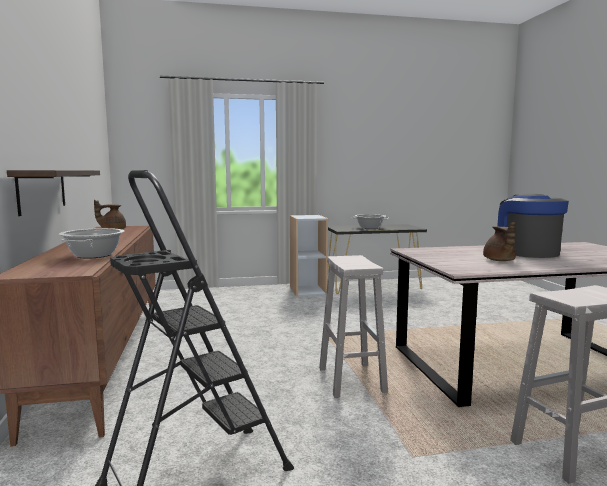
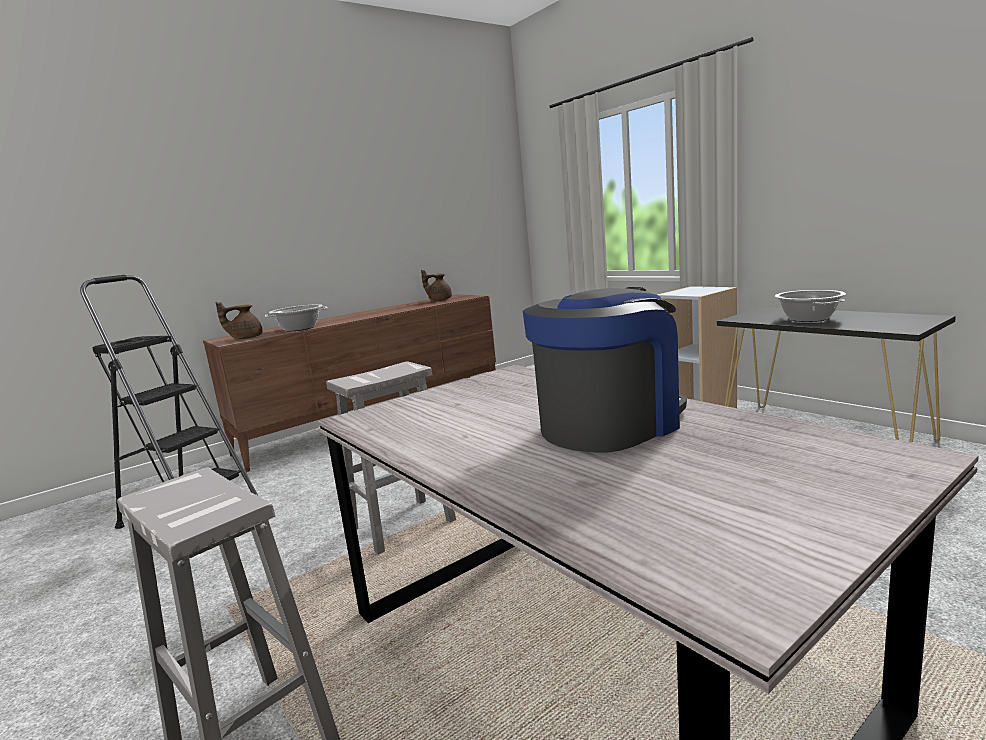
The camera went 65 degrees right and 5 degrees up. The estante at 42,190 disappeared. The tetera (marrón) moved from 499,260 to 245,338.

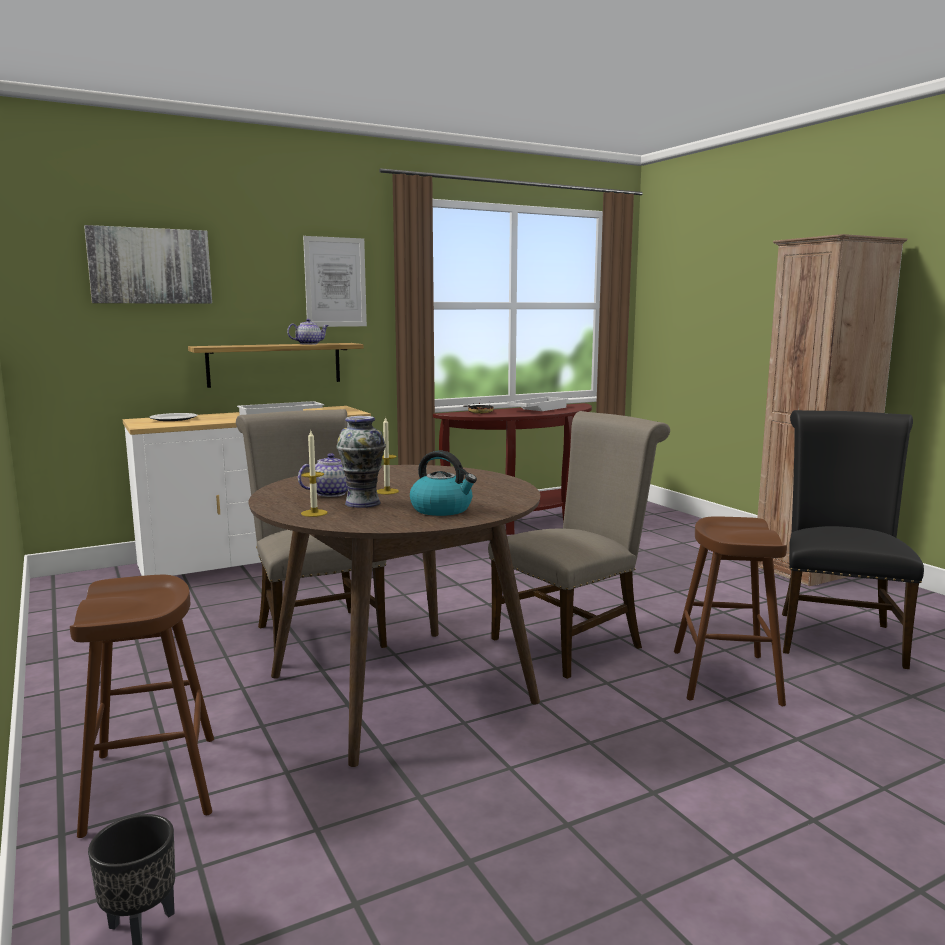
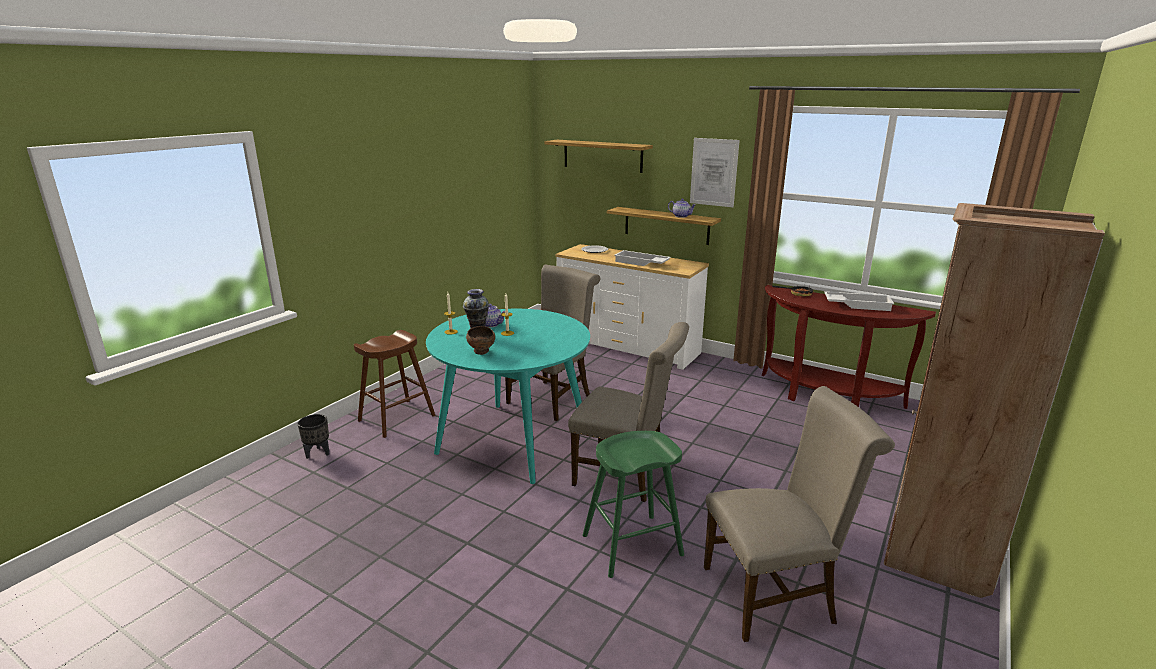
The camera went 60 degrees right and 10 degrees up. The cuadro at 150,266 was replaced by the estante at 602,156. The silla (negro) at 837,635 became the silla (beis) at 775,593. The hervidor at 442,509 was replaced by the cuenco (marrón) at 482,352. The mesa de comedor (marrón) at 400,689 became the mesa de comedor (turquesa) at 513,441. The taburete (marrón) at 725,677 became the taburete (verde) at 632,545.

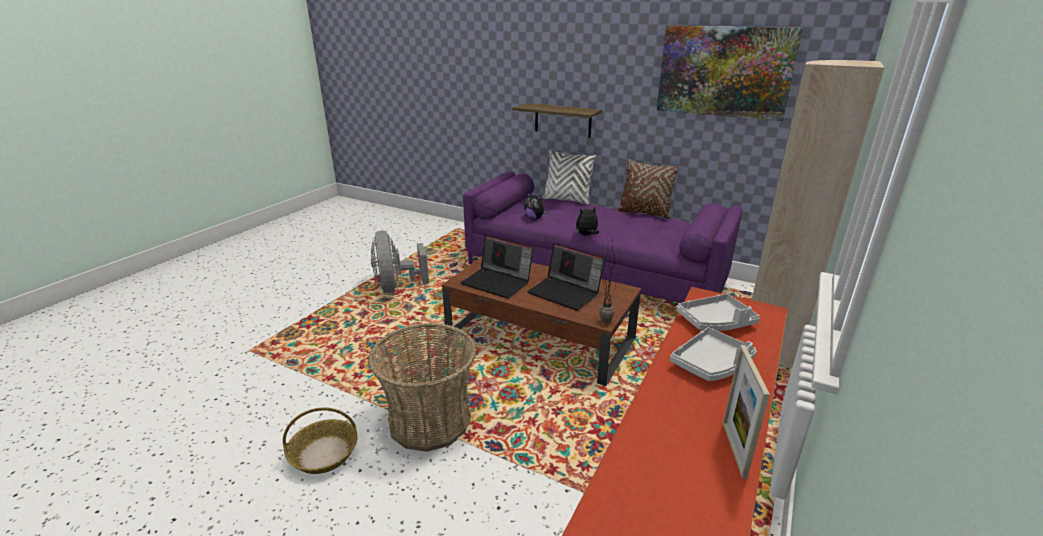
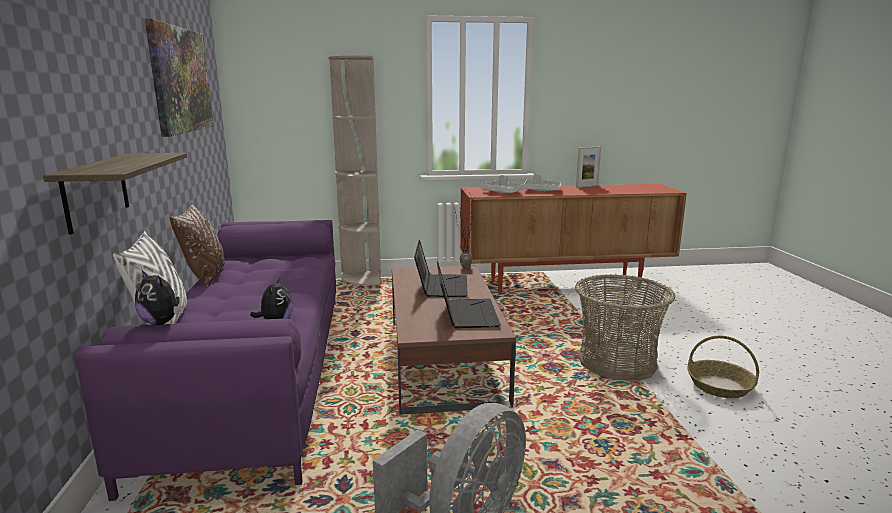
The camera went 125 degrees left and 10 degrees down. The peluche moved from 587,235 to 162,322.

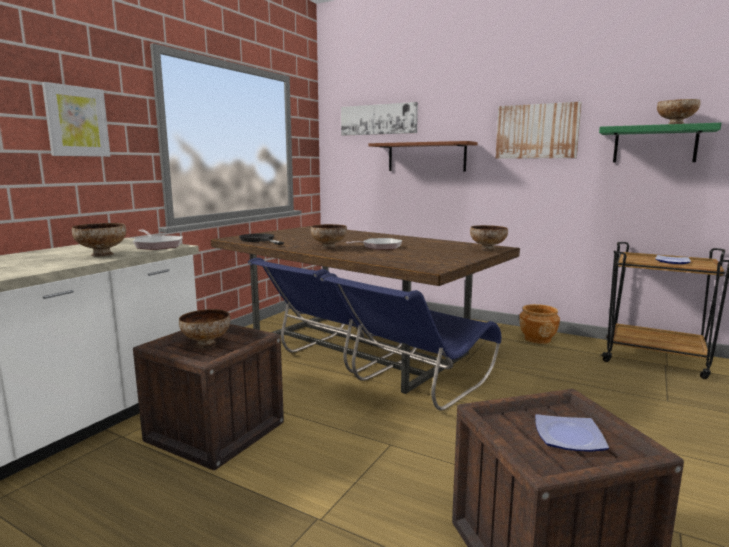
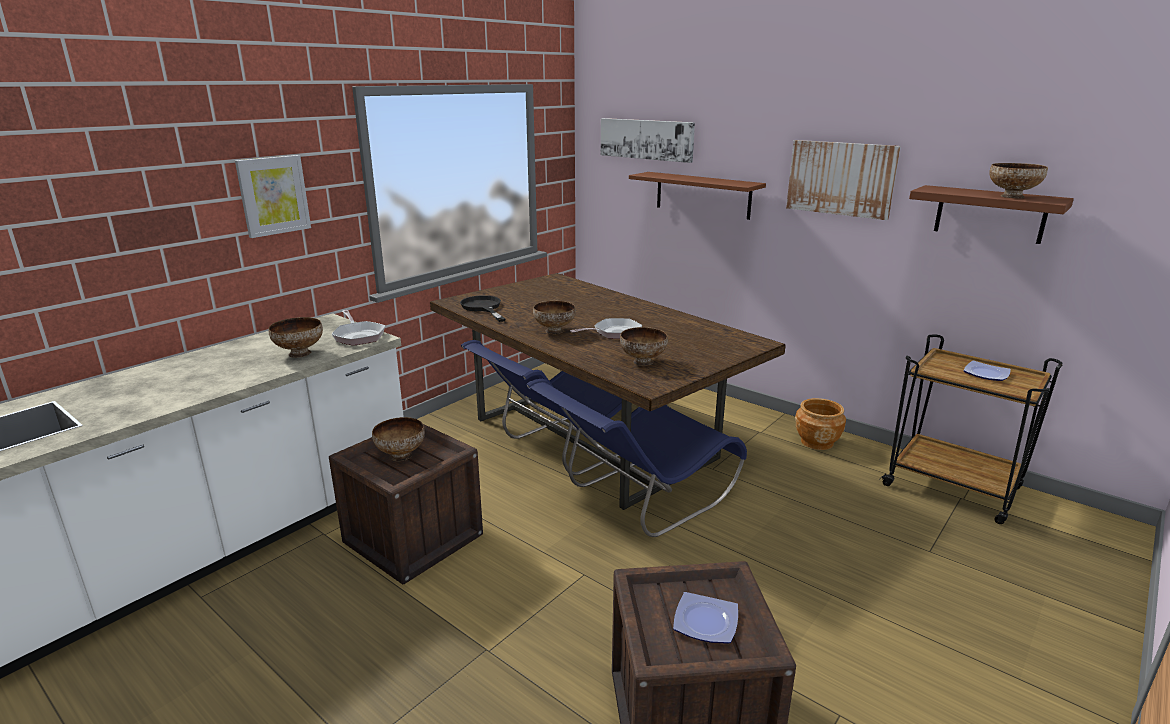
The camera went 10 degrees right and 10 degrees up. The estante (verde) at 655,144 became the estante (marrón) at 990,214. The cuenco moved from 487,249 to 642,362.

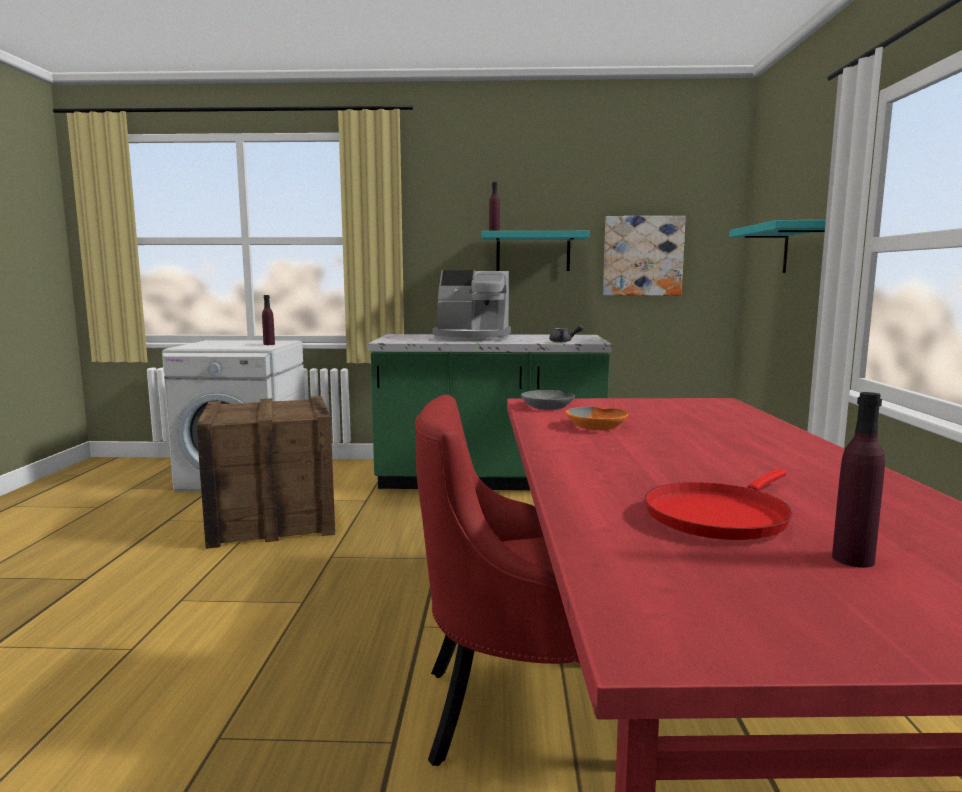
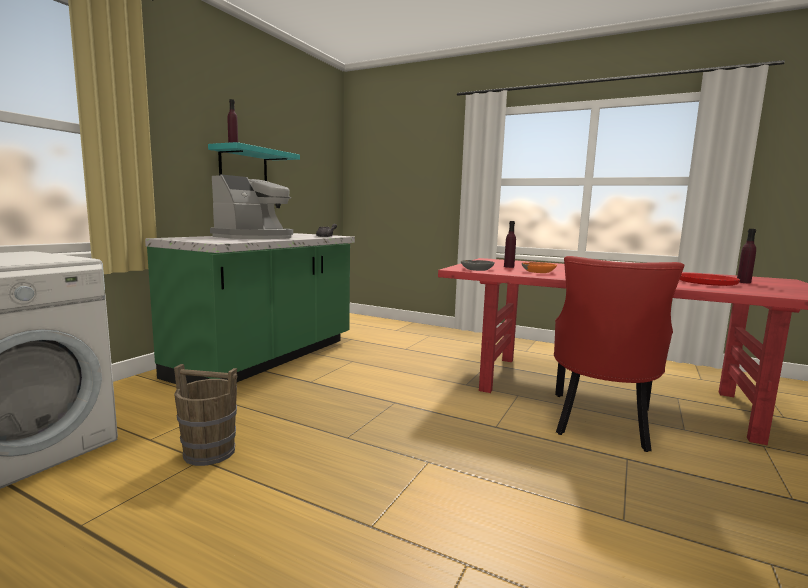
The camera went 65 degrees left and 0 degrees up. The cuadro at 643,256 disappeared. The estante (turquesa) at 805,249 disappeared. The botella (morado) moved from 269,344 to 509,267. The caja de embalaje at 272,520 was replaced by the cubo (marrón) at 209,452.

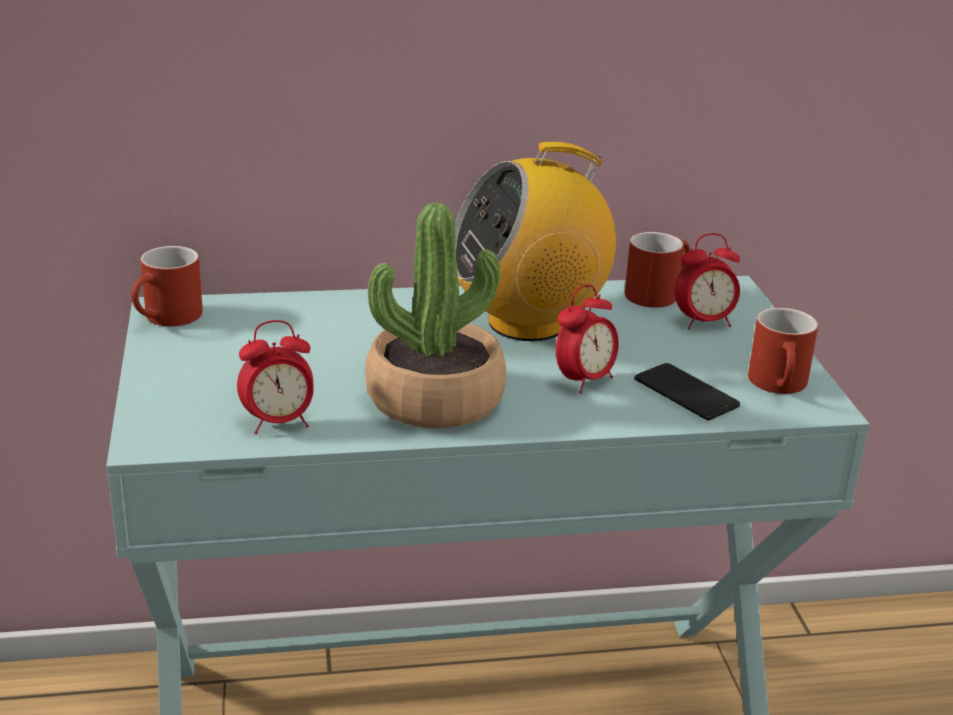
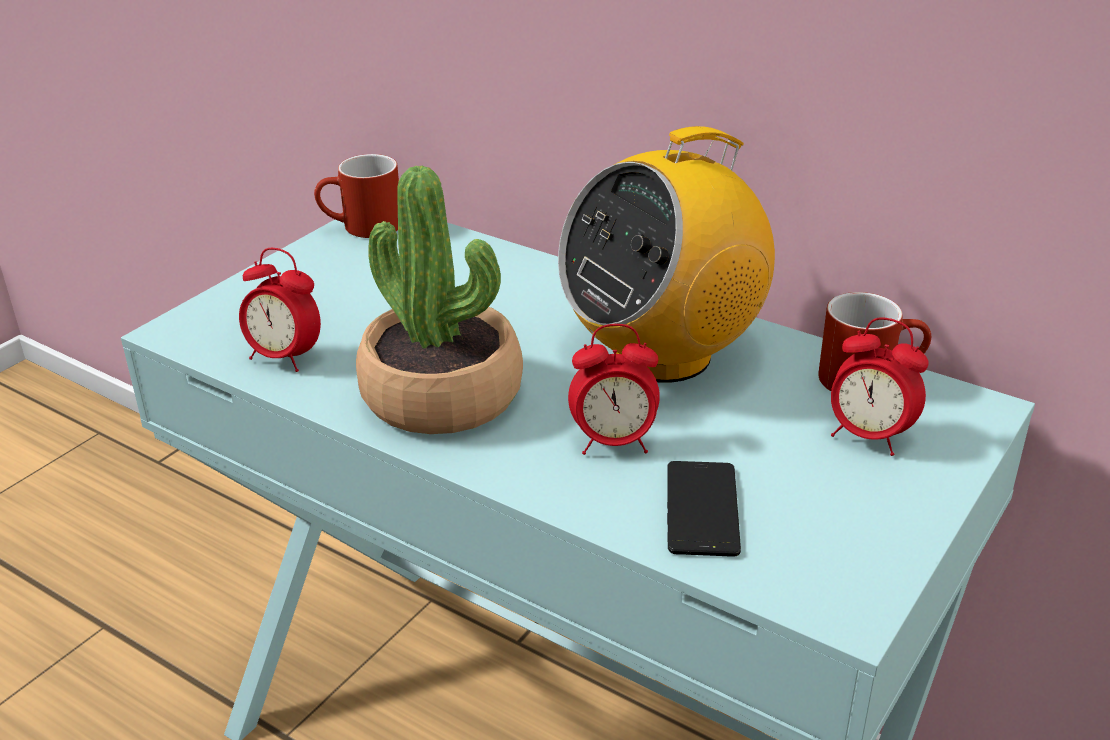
The camera went 45 degrees right and 5 degrees up. The radio at 528,323 turned 60 degrees counterclockwise. The taza grande (rojo) at 781,386 disappeared.

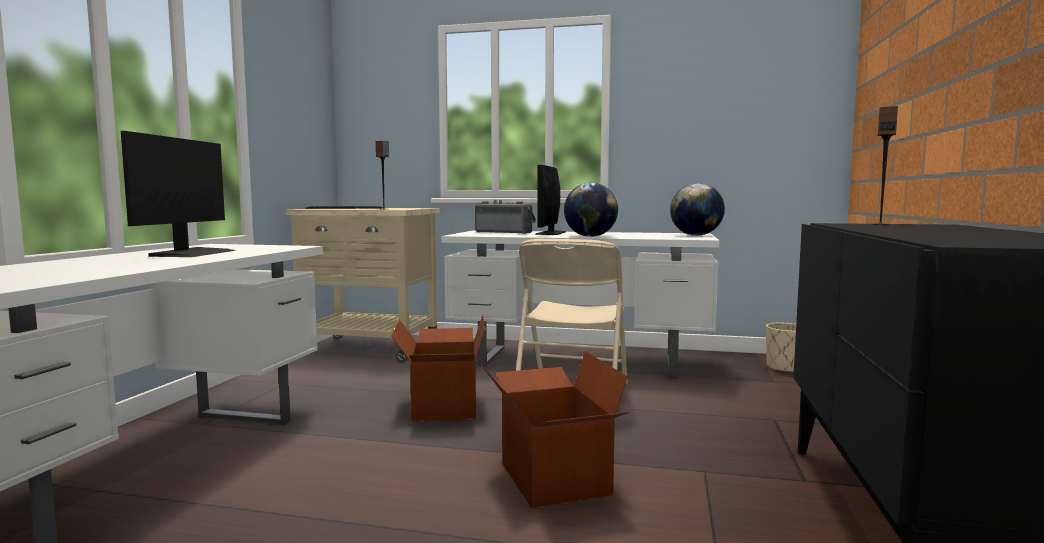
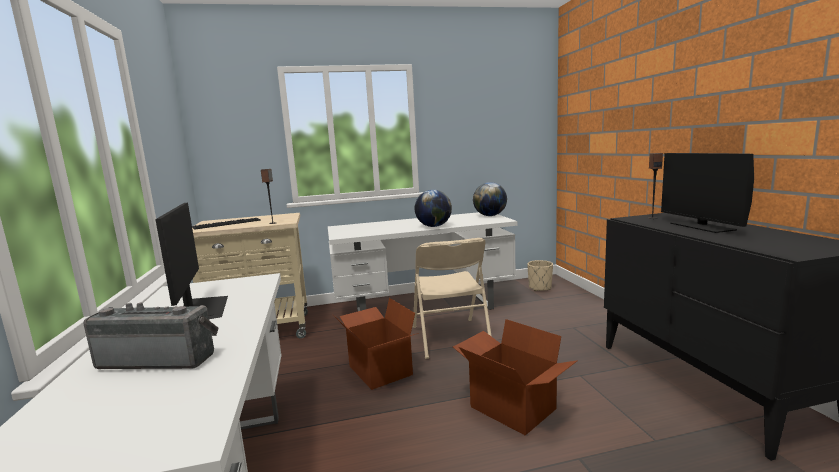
The camera went 25 degrees left and 5 degrees up. The monitor moved from 551,233 to 701,226. The radio moved from 505,232 to 160,358.

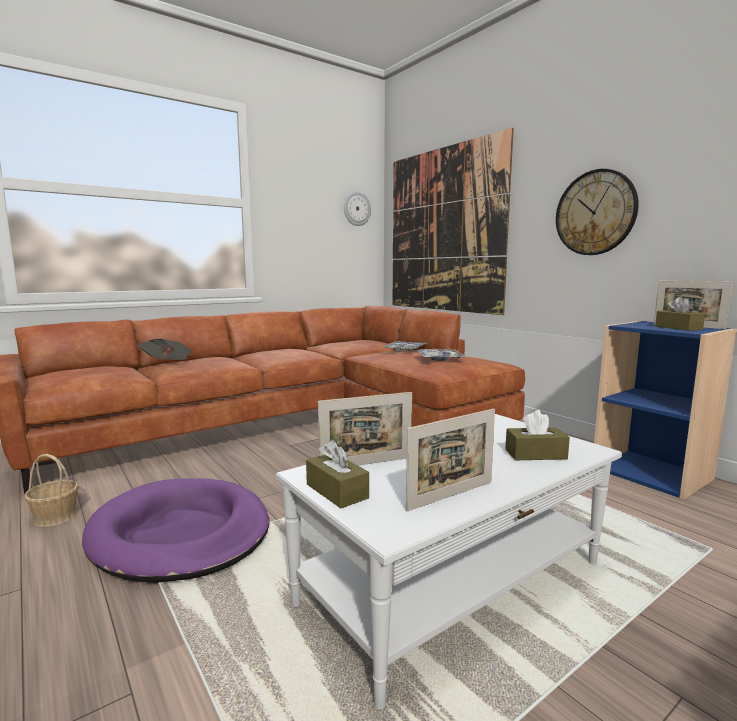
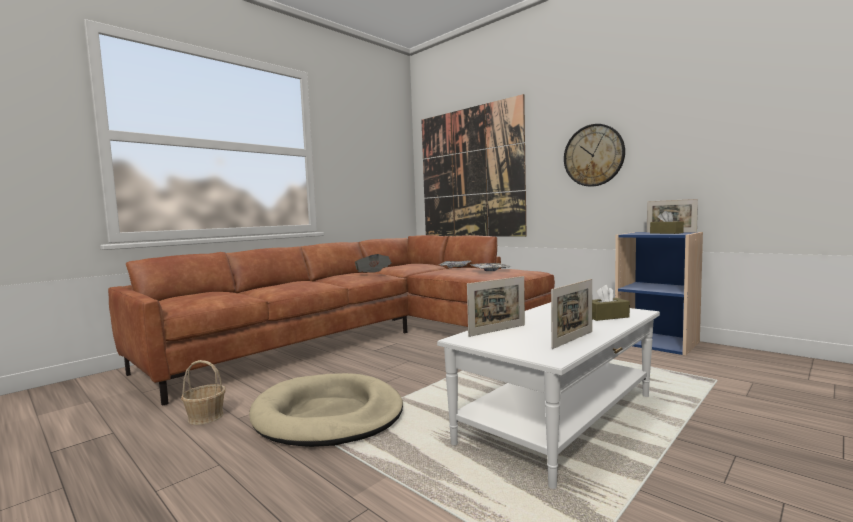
The camera went 10 degrees left and 5 degrees down. The reloj de pared at 356,209 disappeared. The periódico moved from 168,364 to 373,274. The caja de pañuelos (marrón) at 337,491 disappeared. The cama para perro (morado) at 181,534 became the cama para perro (beis) at 328,415.

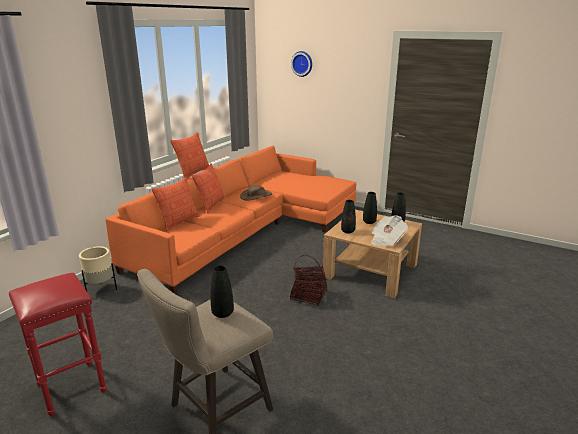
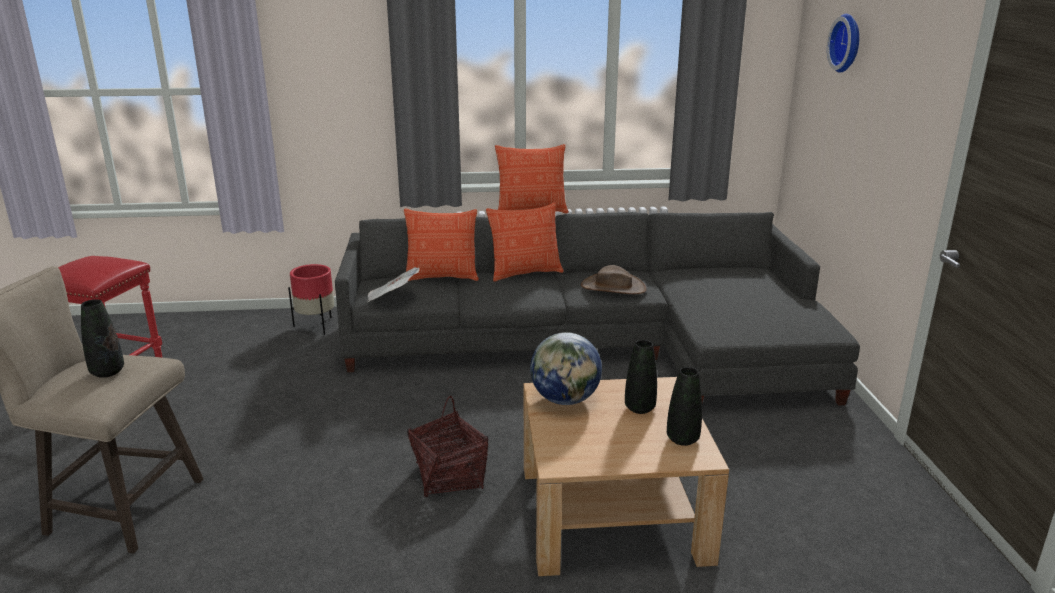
The camera went 55 degrees right and 0 degrees up. The sofá (naranja) at 249,228 became the sofá (gris) at 601,344. The florero (negro) at 348,231 was replaced by the globo terráqueo at 565,400. The periódico moved from 386,240 to 392,298. The maceta (beis) at 101,289 became the maceta (rojo) at 316,326.

